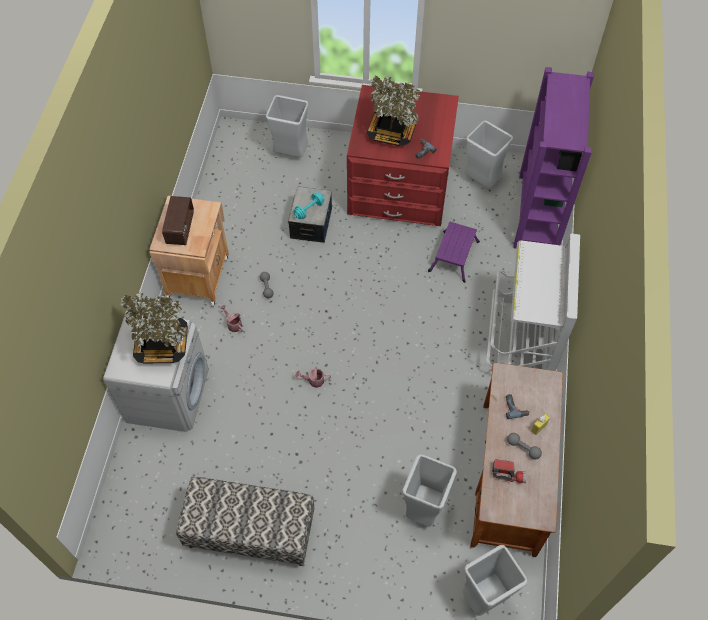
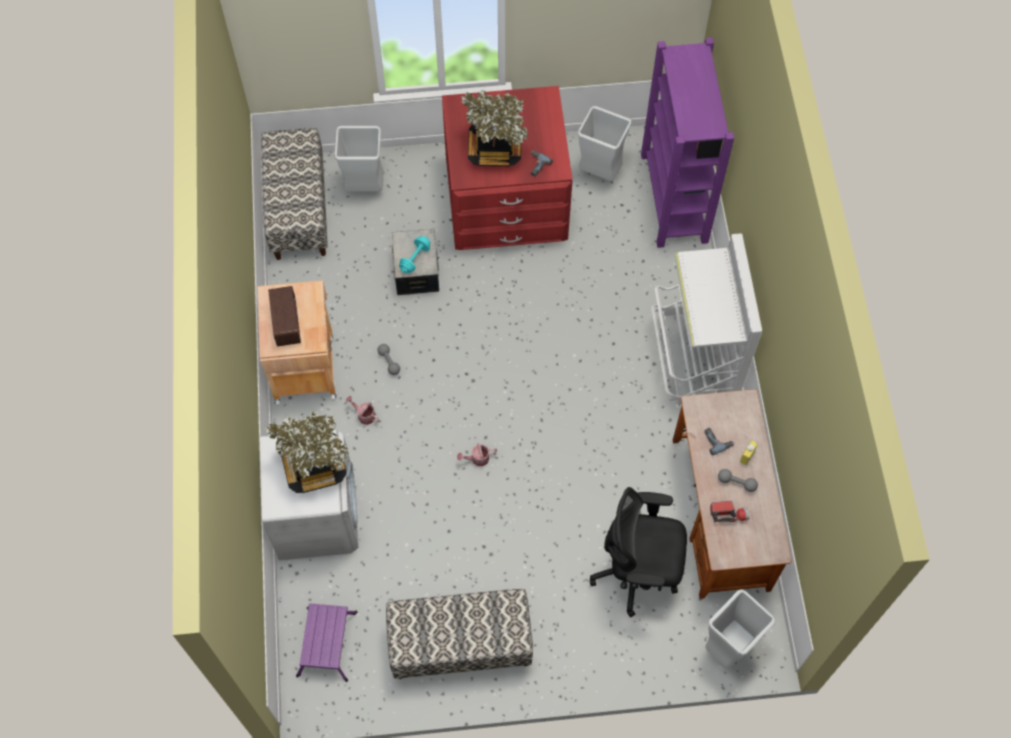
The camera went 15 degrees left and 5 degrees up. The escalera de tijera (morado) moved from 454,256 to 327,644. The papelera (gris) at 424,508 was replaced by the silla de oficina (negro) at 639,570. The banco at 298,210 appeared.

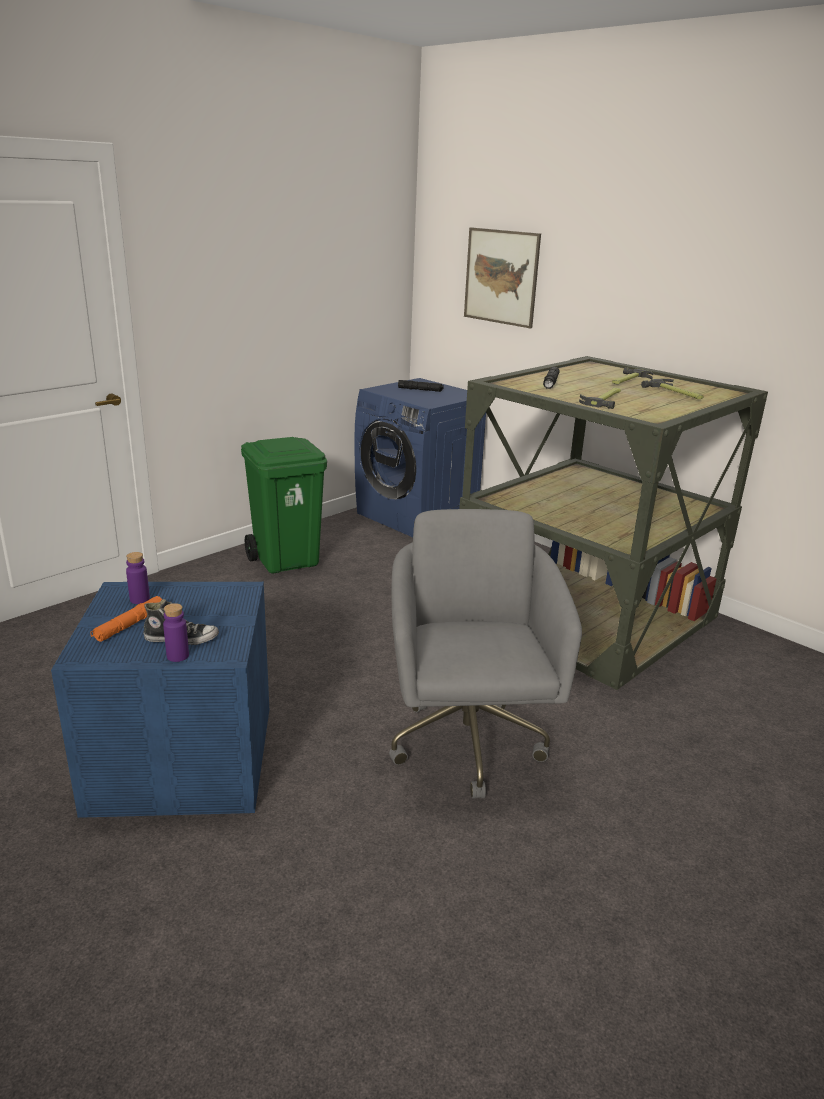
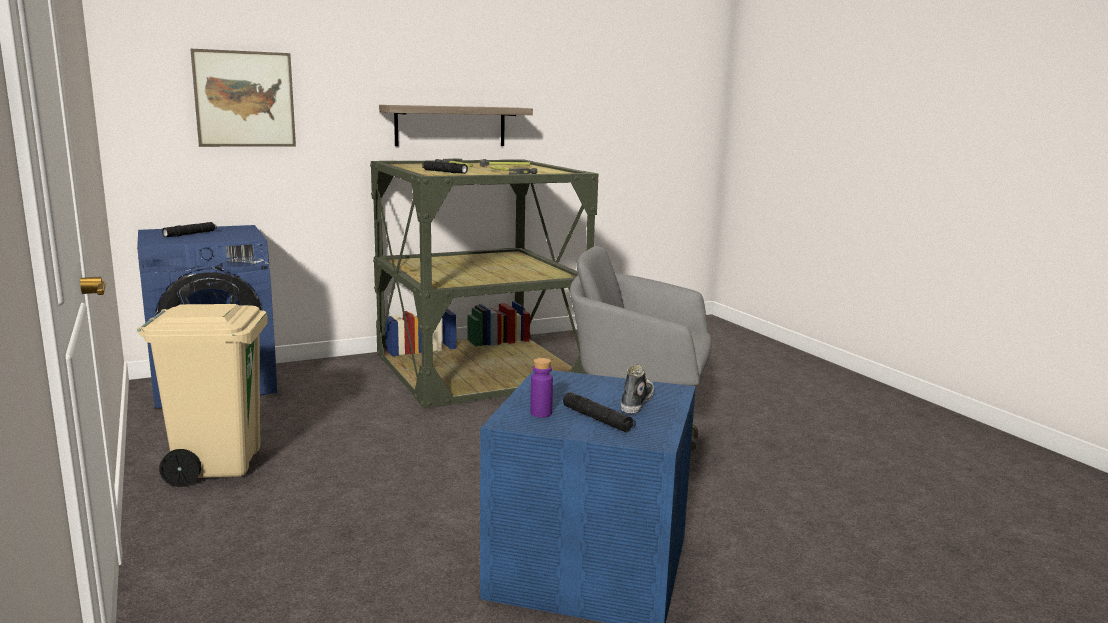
The camera went 70 degrees left and 10 degrees down. The papelera (verde) at 287,561 became the papelera (beis) at 217,464. The linterna (naranja) at 129,625 became the linterna (negro) at 597,419. The botella (morado) at 178,656 disappeared. The estante at 450,126 appeared.

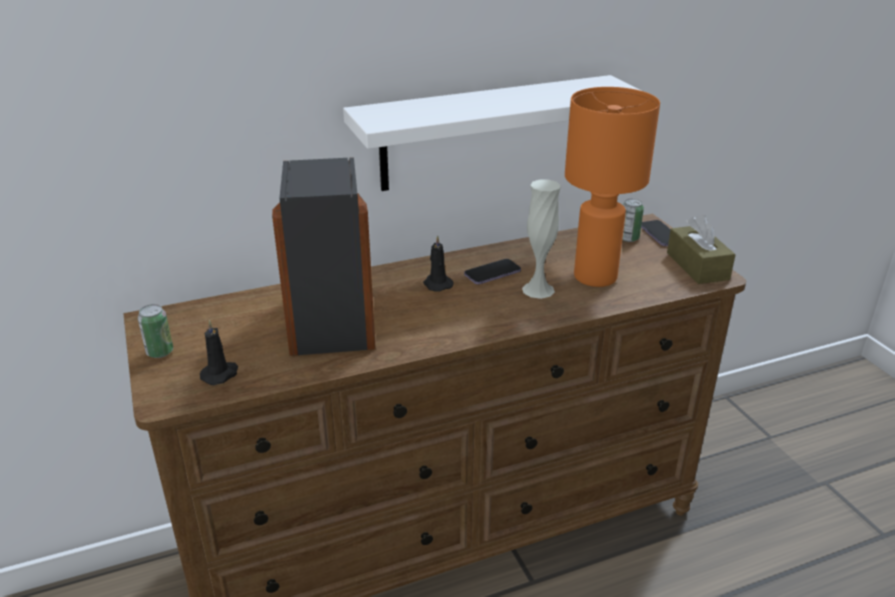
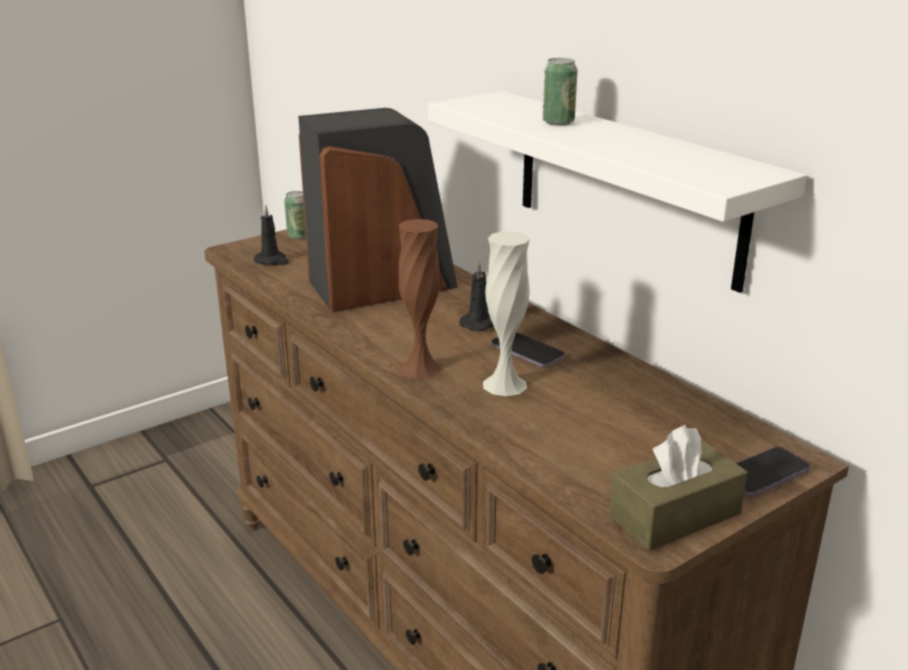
The camera went 75 degrees right and 5 degrees down. The lámpara de mesa (naranja) at 596,277 disappeared. The lata moved from 628,238 to 558,122. The florero (marrón) at 420,368 appeared.

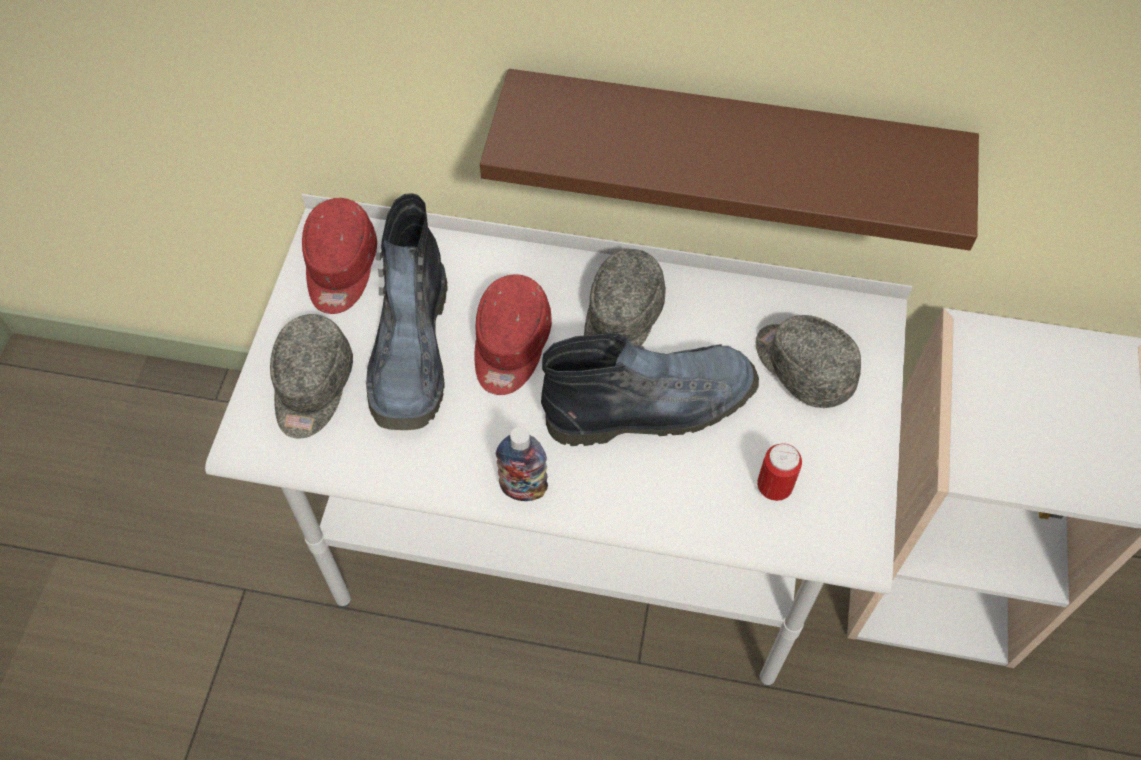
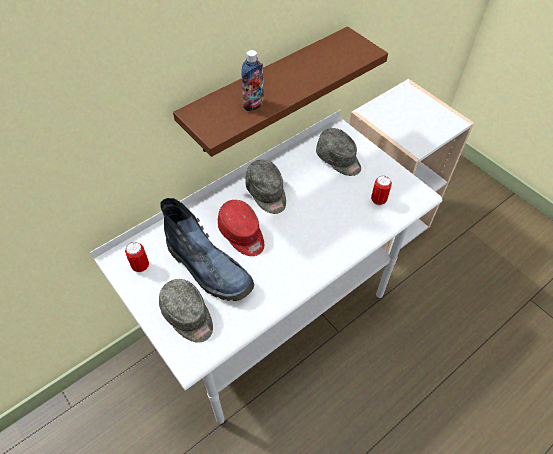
The camera went 50 degrees left and 5 degrees down. The gorra (rojo) at 340,269 was replaced by the lata at 140,266. The gorra (gris) at 802,367 turned 135 degrees counterclockwise. The bota at 653,404 disappeared. The botella moved from 523,489 to 253,105.

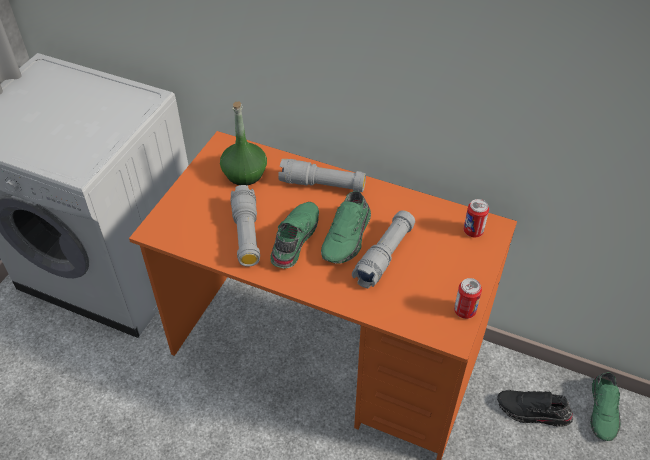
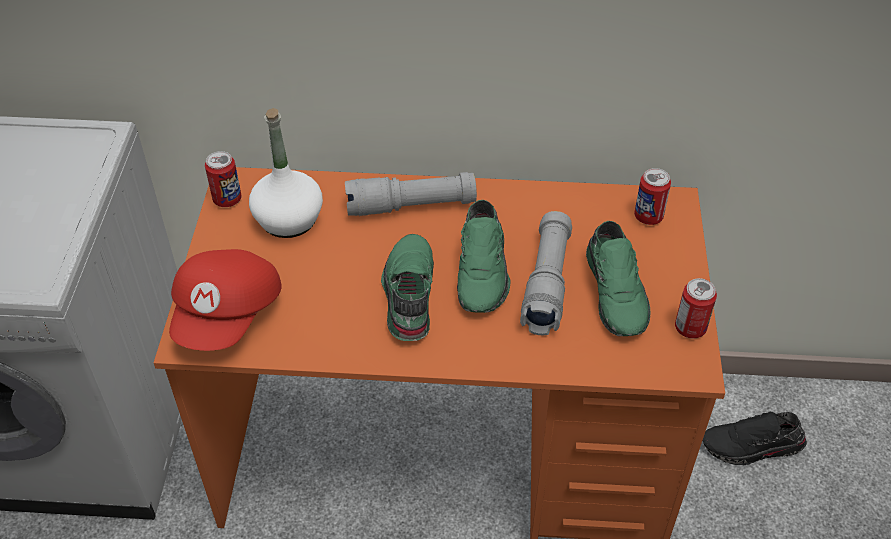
The camera went 20 degrees left and 0 degrees up. The botella (verde) at 244,174 became the botella (blanco) at 288,219. The linterna (gris) at 246,234 disappeared. The zapato (verde) moved from 604,411 to 617,292. The lata at 227,199 appeared. The gorra (rojo) at 229,315 appeared.

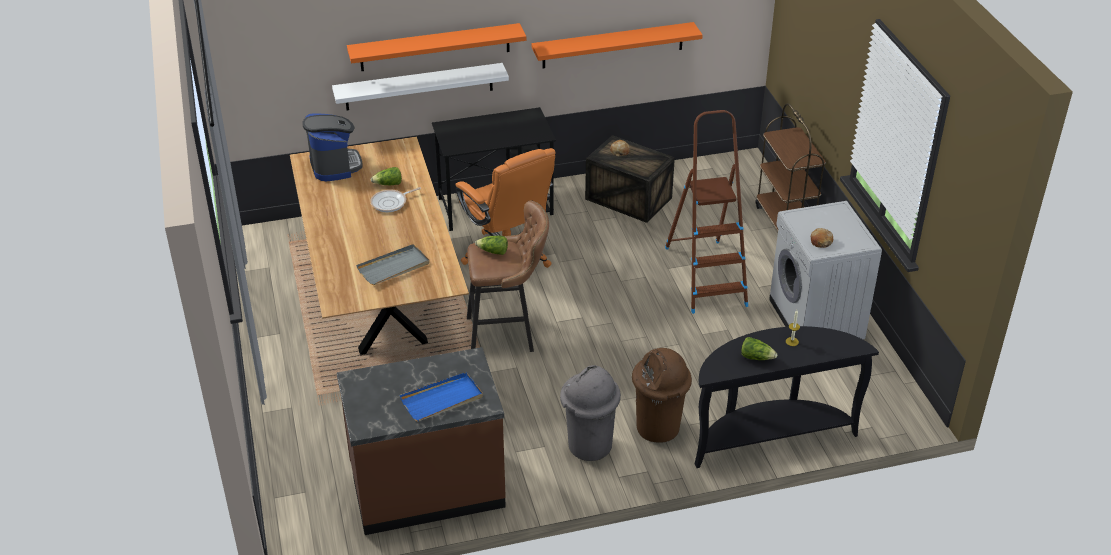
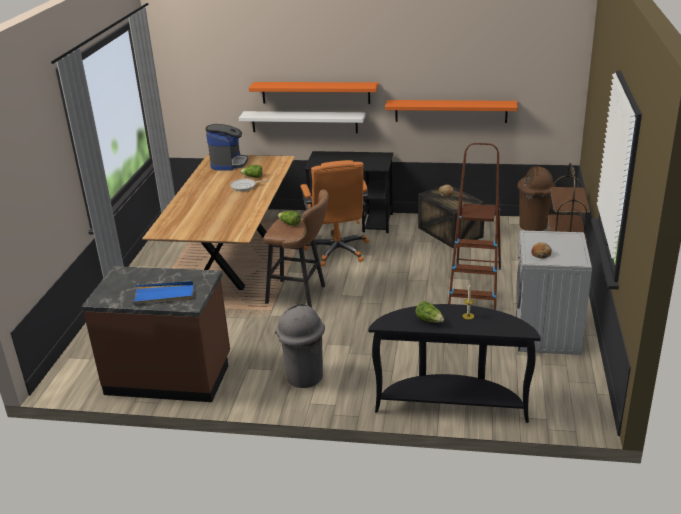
The camera went 25 degrees right and 10 degrees down. The bandeja (gris) at 394,267 disappeared. The papelera (marrón) moved from 658,428 to 533,226.

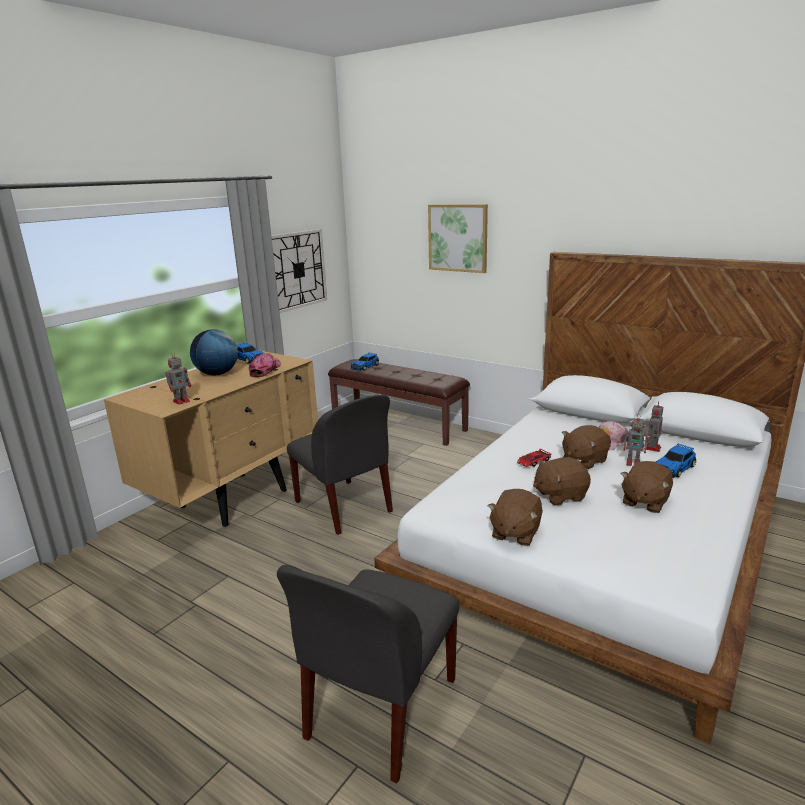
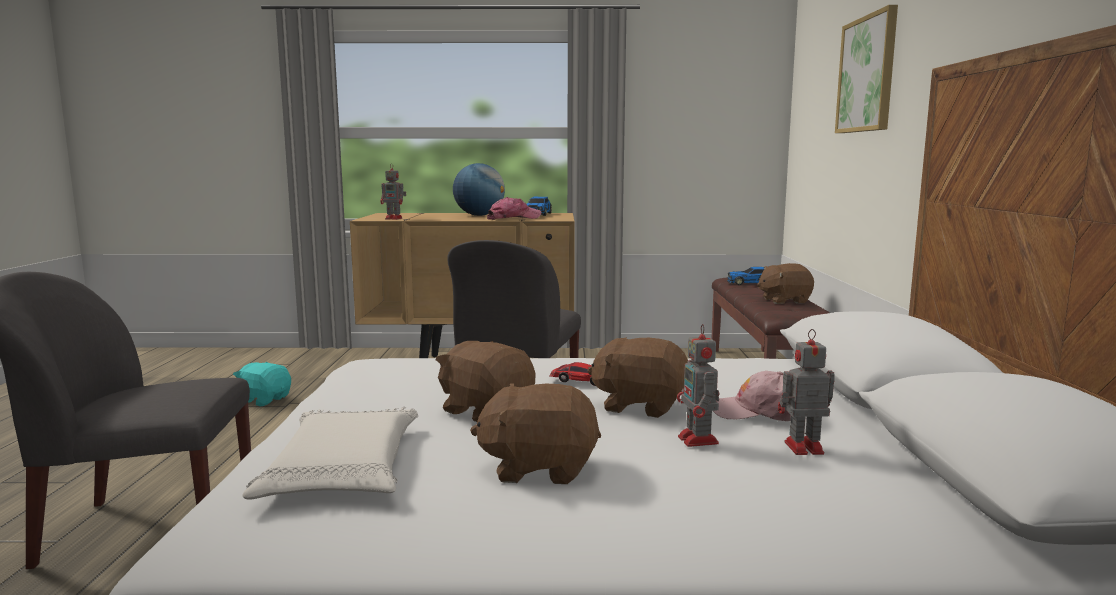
The camera went 55 degrees right and 10 degrees down. The reloj de pared at 297,270 disappeared. The coche de juguete at 674,468 disappeared. The peluche (marrón) moved from 515,533 to 784,301. The peluche (turquesa) at 264,400 appeared. The cojín (blanco) at 344,464 appeared.

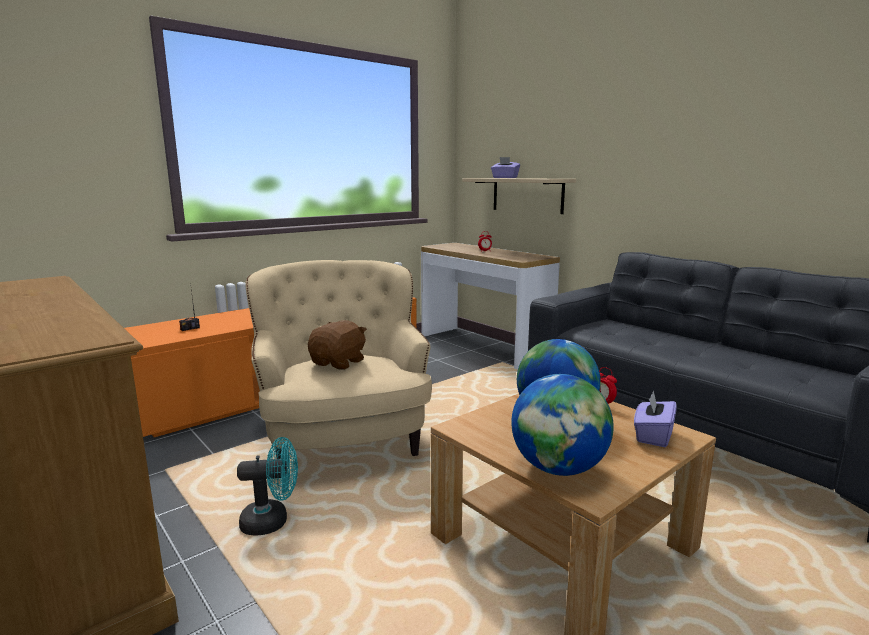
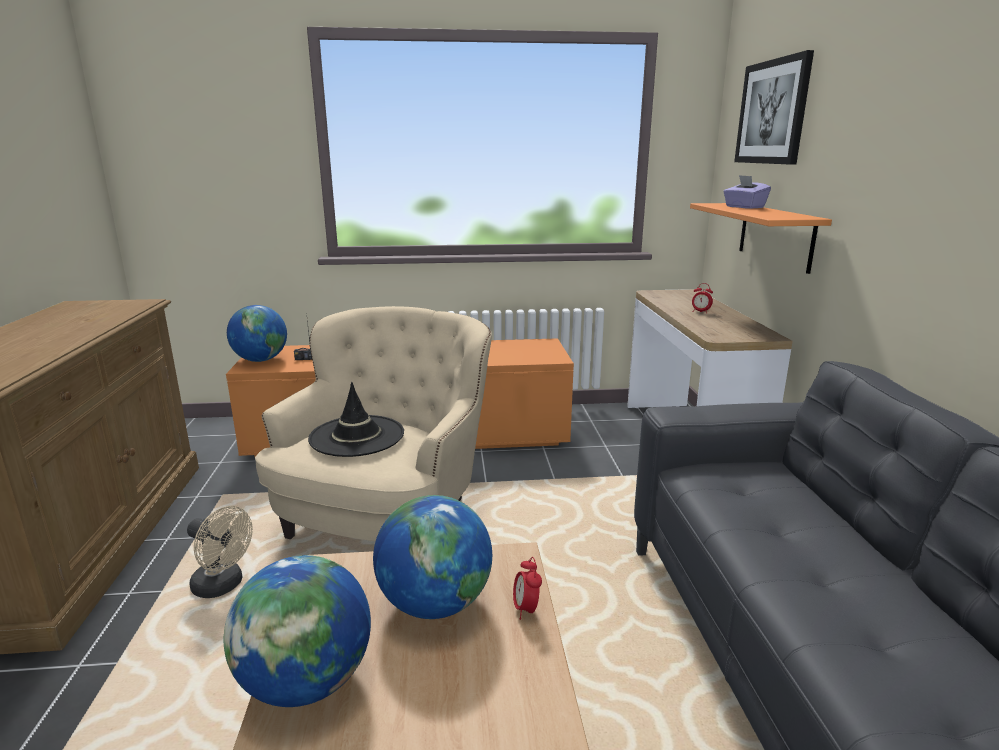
The camera went 35 degrees right and 5 degrees up. The estante (beis) at 527,195 became the estante (naranja) at 775,235. The peluche (marrón) at 339,363 was replaced by the sombrero (negro) at 357,436. The caja de pañuelos (morado) at 652,435 disappeared. The ventilador (turquesa) at 272,521 became the ventilador (beis) at 223,586. The cuadro at 772,112 appeared. The globo terráqueo at 260,360 appeared.

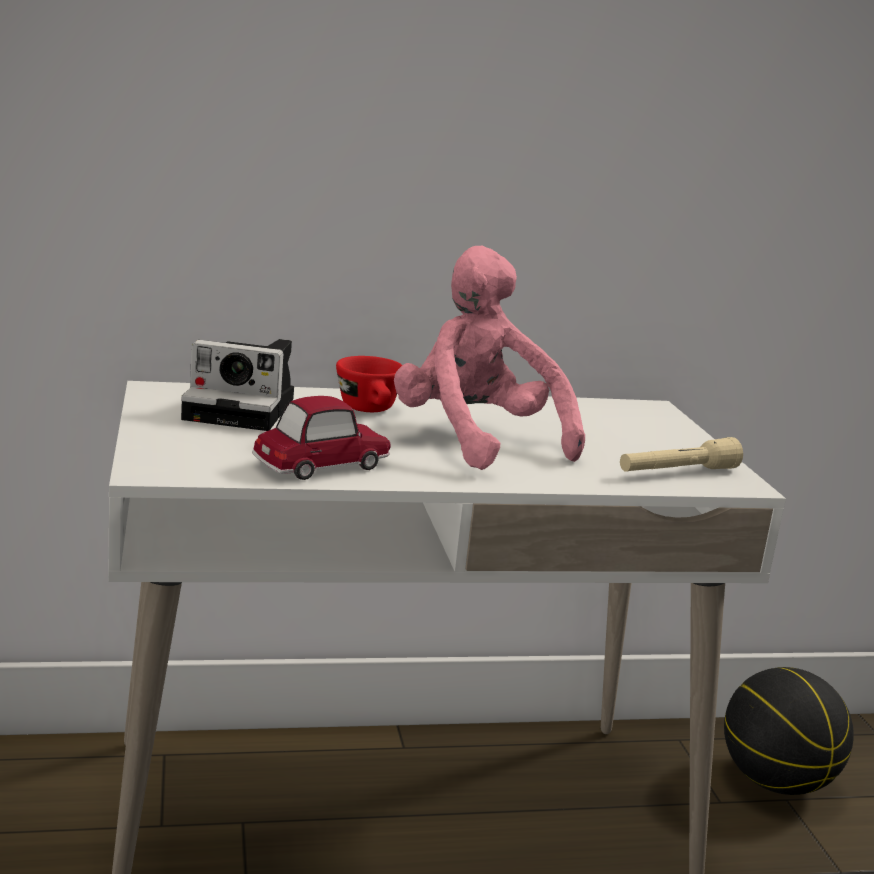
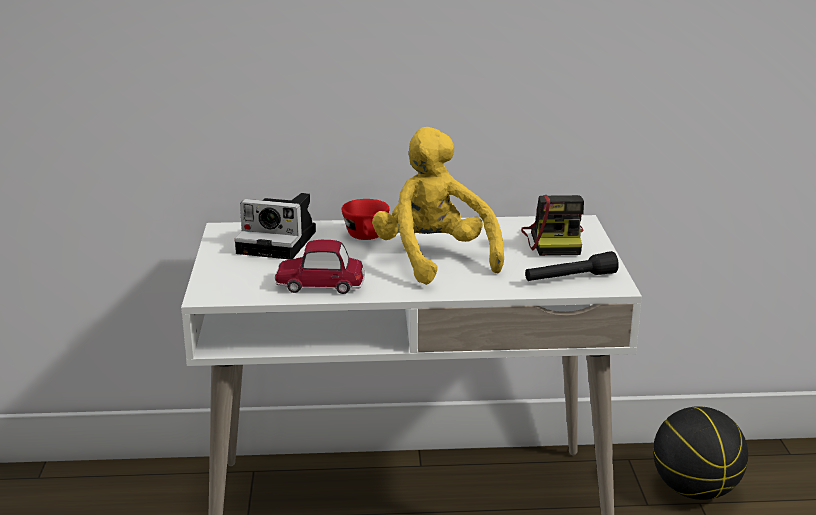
The camera went 10 degrees right and 5 degrees up. The peluche (rosa) at 476,440 became the peluche (amarillo) at 434,259. The coche de juguete at 322,464 turned 150 degrees counterclockwise. The linterna (beis) at 677,472 became the linterna (negro) at 570,278. The cámara at 555,241 appeared.

